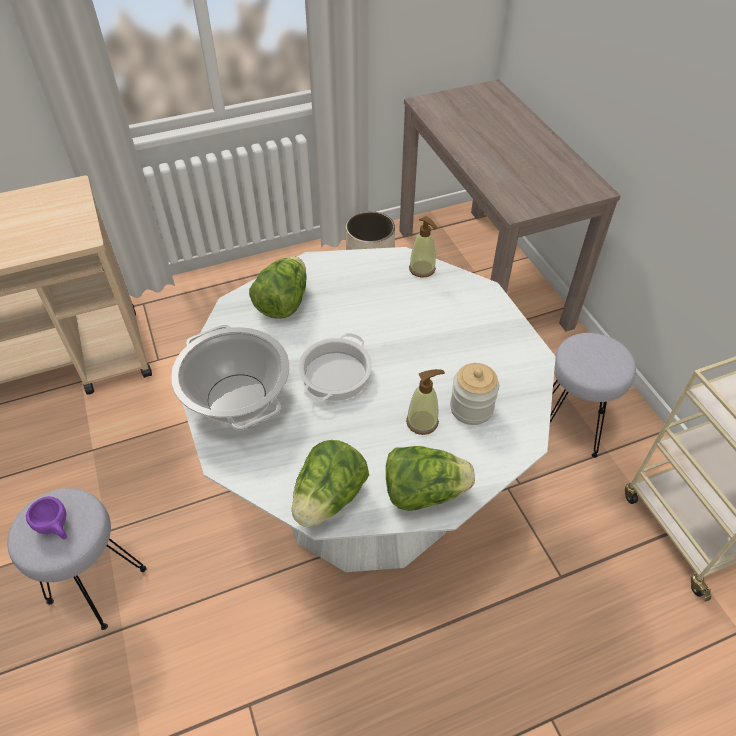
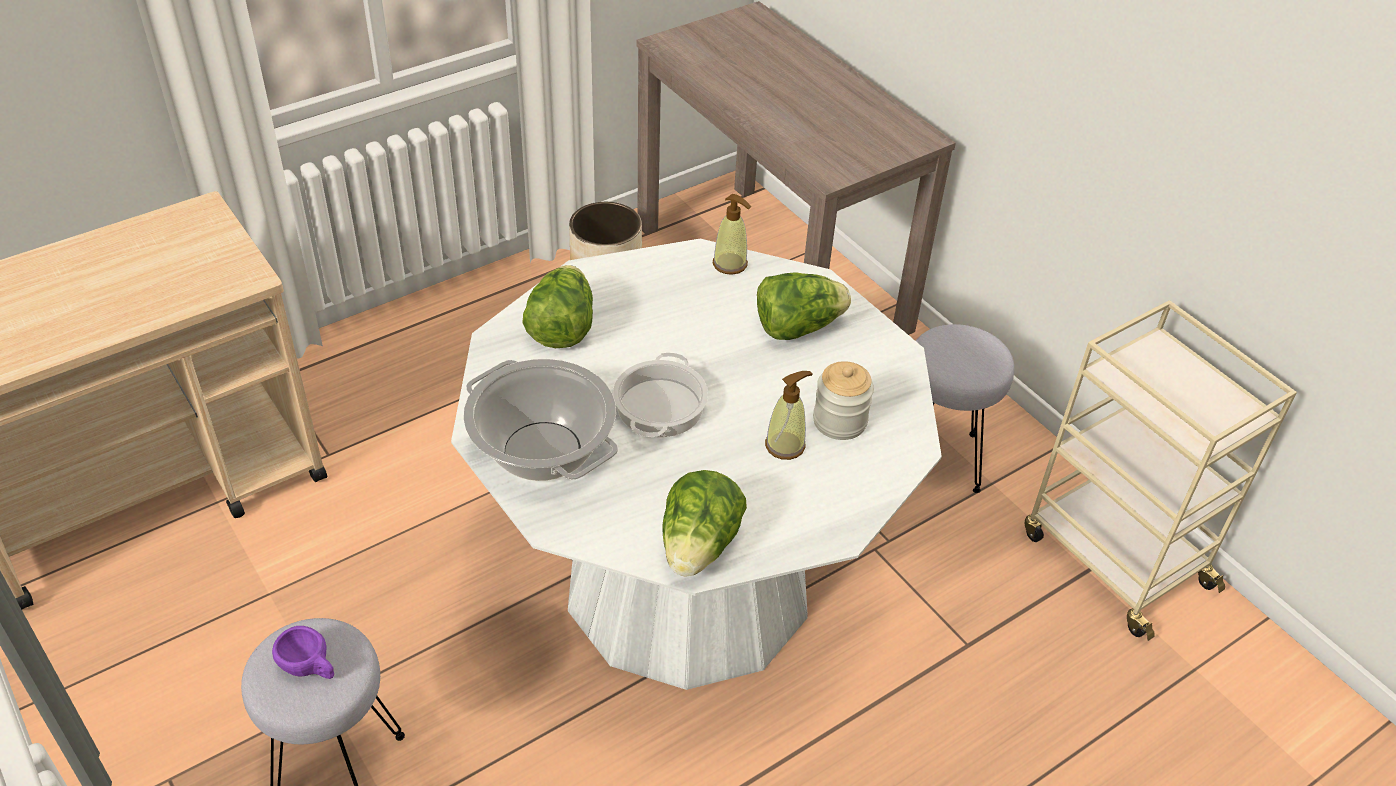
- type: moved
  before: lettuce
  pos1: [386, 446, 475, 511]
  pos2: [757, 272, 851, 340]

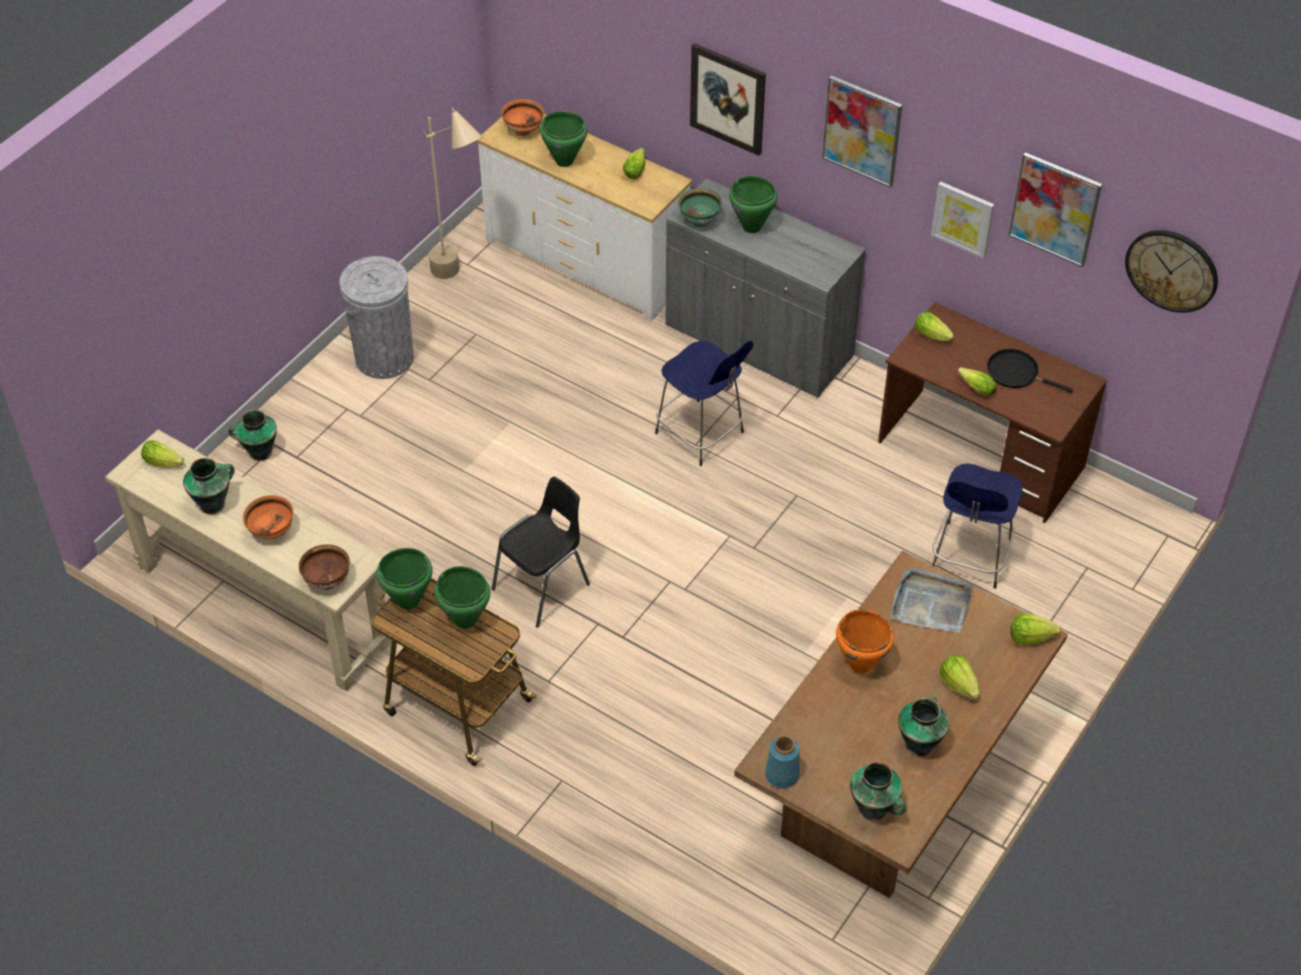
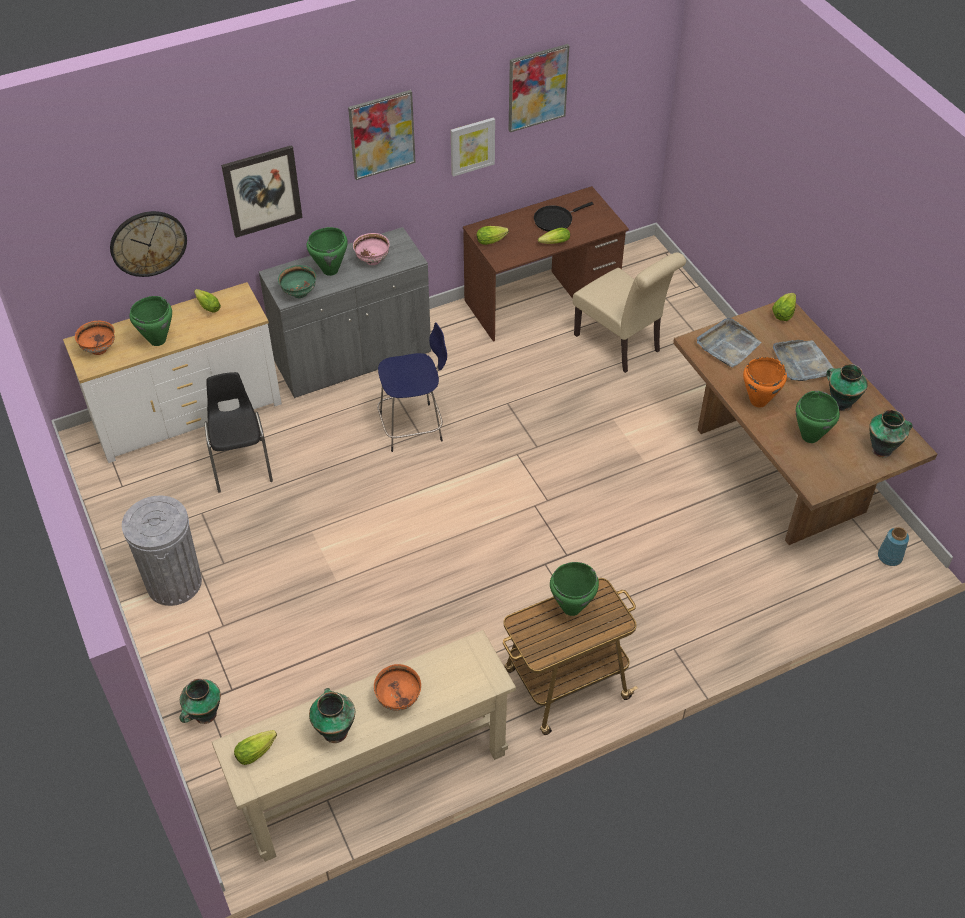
- type: removed
  before: beige floor lamp
  pos1: [423, 108, 481, 279]
- type: moved
  before: wall clock
  pos1: [1125, 230, 1218, 313]
  pos2: [110, 211, 187, 277]
- type: replaced
  before: blue-coloured stool
  after: beige plain chair
  pos1: [932, 464, 1022, 589]
  pos2: [573, 252, 686, 373]
- type: moved
  before: black plain chair
  pos1: [492, 477, 590, 628]
  pos2: [204, 372, 273, 493]
- type: removed
  before: brown serving bowl
  pos1: [299, 545, 350, 590]
- type: moved
  before: greenish saucepot
  pos1: [376, 548, 432, 610]
  pos2: [796, 391, 840, 443]
- type: replaced
  before: lettuce
  after: greyish tray
  pos1: [939, 655, 980, 700]
  pos2: [773, 340, 834, 381]
- type: moved
  before: blue-coloured vase
  pos1: [765, 736, 800, 788]
  pos2: [878, 527, 909, 566]
- type: added
  after: pink serving bowl
  pos2: [353, 233, 390, 265]

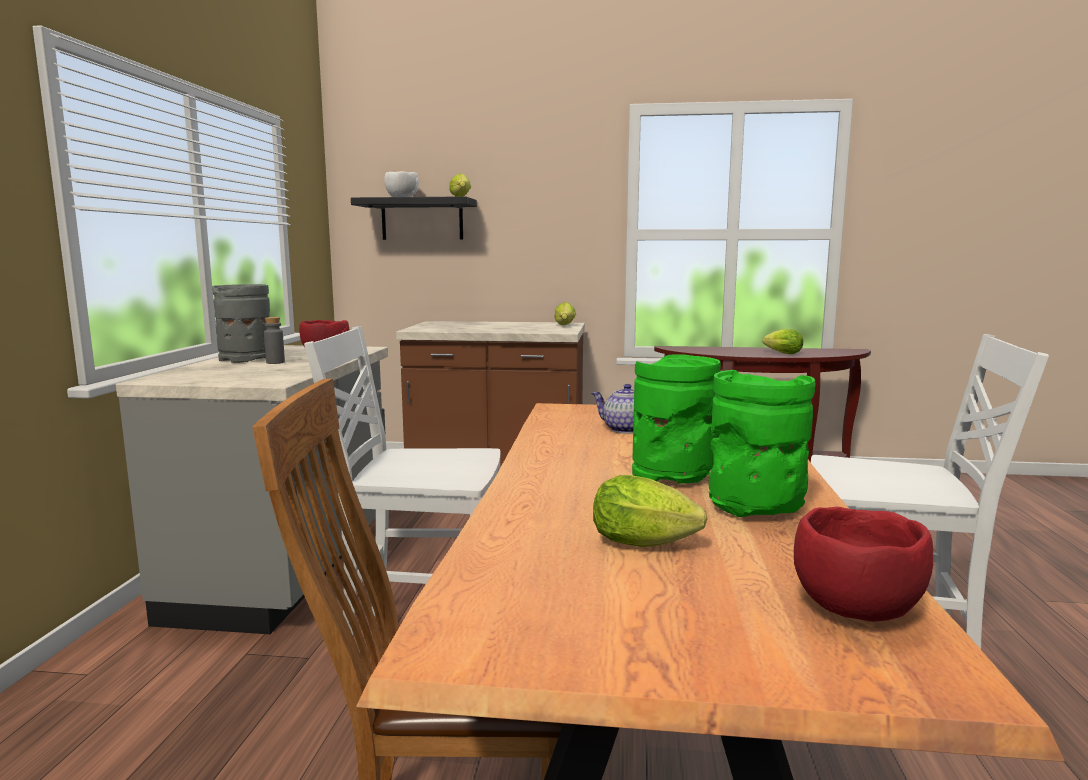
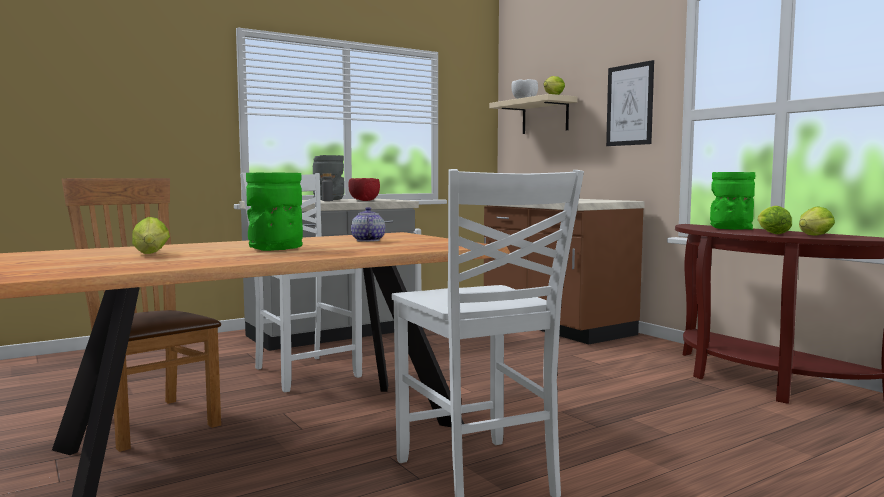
- type: recoloured
  before: black bracket shelf
  after: beige bracket shelf
  pos1: [351, 196, 477, 240]
  pos2: [489, 94, 578, 134]
- type: moved
  before: lettuce
  pos1: [554, 302, 576, 325]
  pos2: [799, 206, 835, 236]
- type: moved
  before: greenish vase
  pos1: [709, 370, 815, 517]
  pos2: [710, 172, 755, 230]
- type: removed
  before: reddish serving bowl
  pos1: [794, 507, 933, 622]
- type: added
  after: wall art
  pos2: [606, 60, 654, 146]

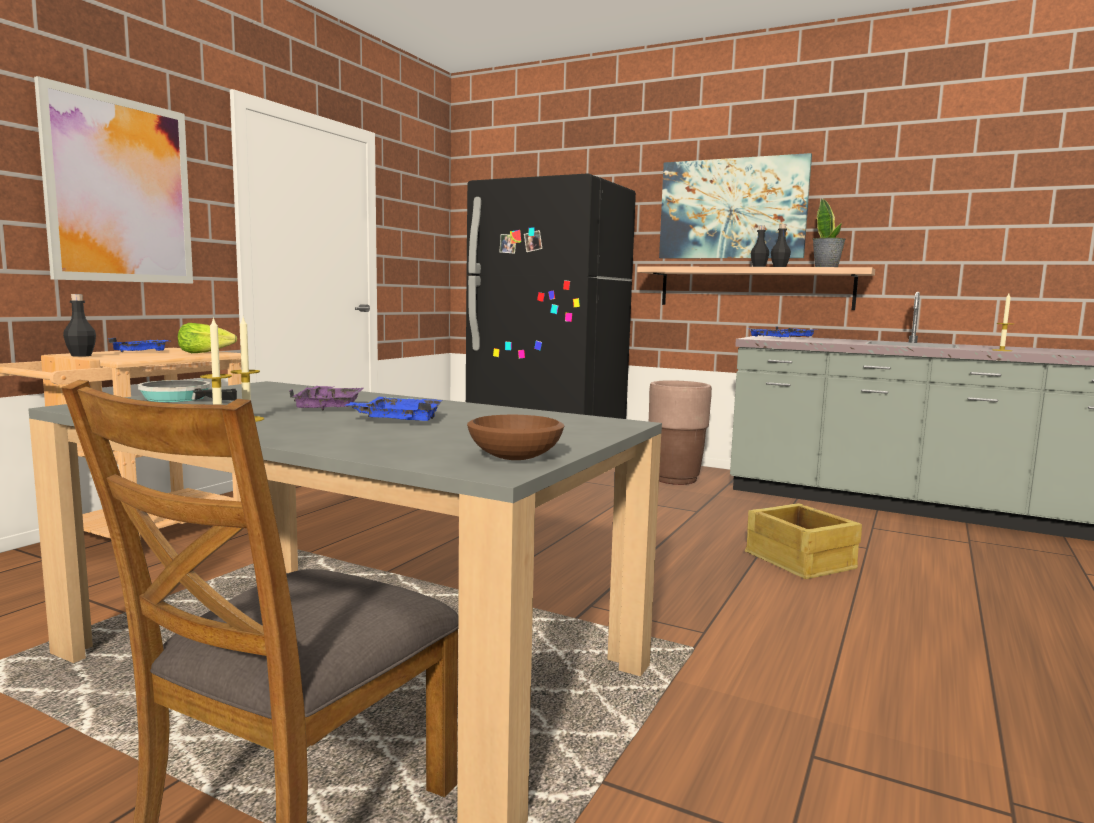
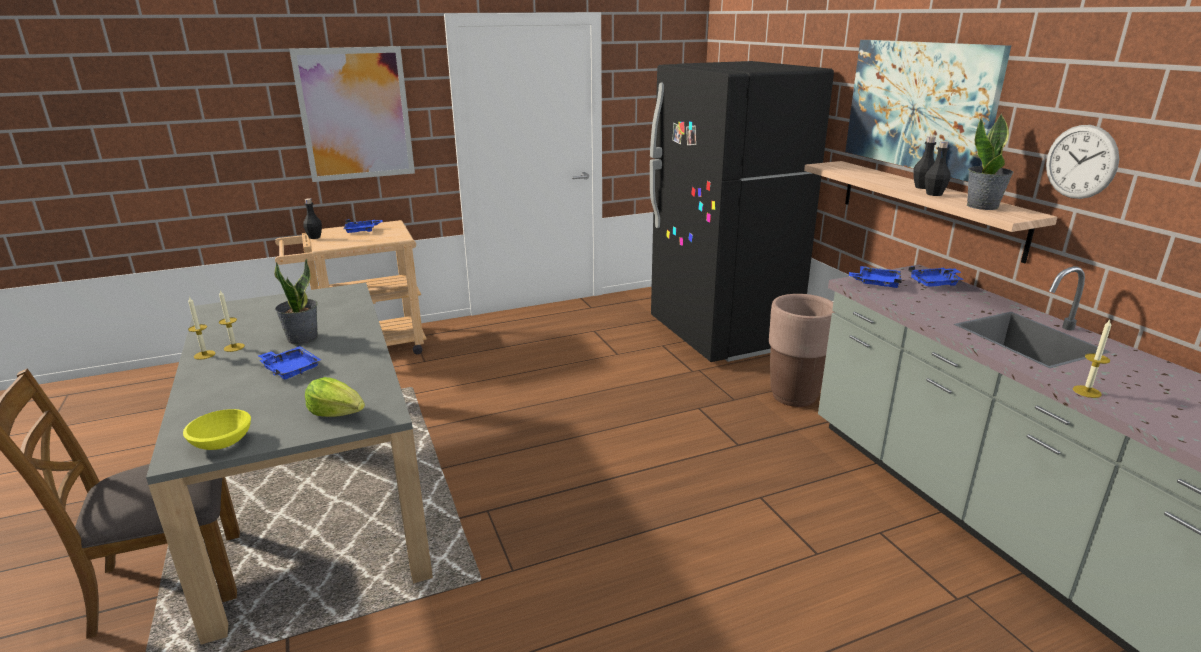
- type: moved
  before: lettuce
  pos1: [178, 323, 237, 353]
  pos2: [305, 377, 365, 417]
- type: removed
  before: skillet
  pos1: [138, 380, 237, 402]
- type: replaced
  before: purplish tray
  after: plant in a pot
  pos1: [289, 386, 364, 410]
  pos2: [274, 259, 318, 345]
- type: recoloured
  before: brown serving bowl
  after: yellowish serving bowl
  pos1: [467, 415, 564, 460]
  pos2: [183, 409, 251, 450]
- type: removed
  before: shipping crate
  pos1: [745, 503, 862, 579]
- type: added
  after: wall clock
  pos2: [1046, 125, 1119, 199]

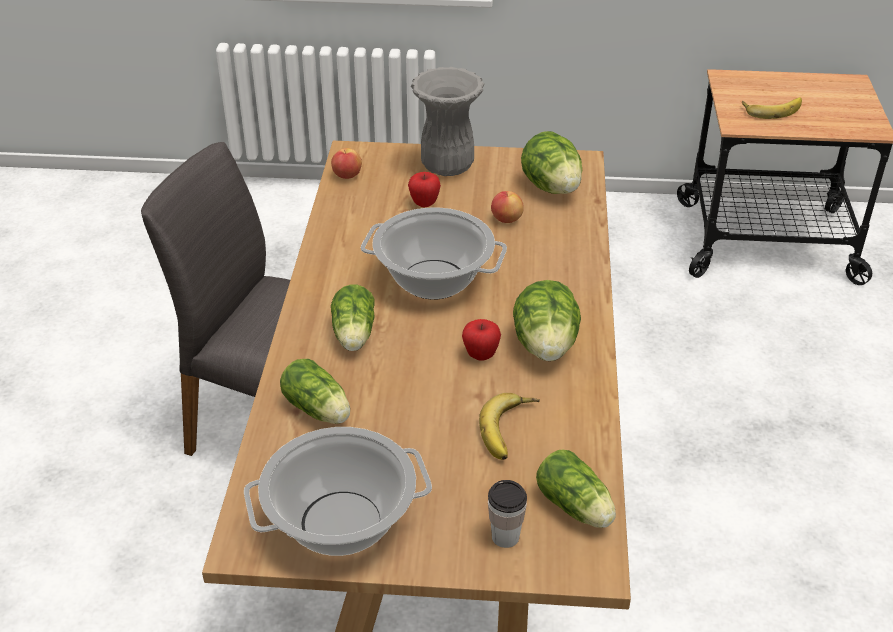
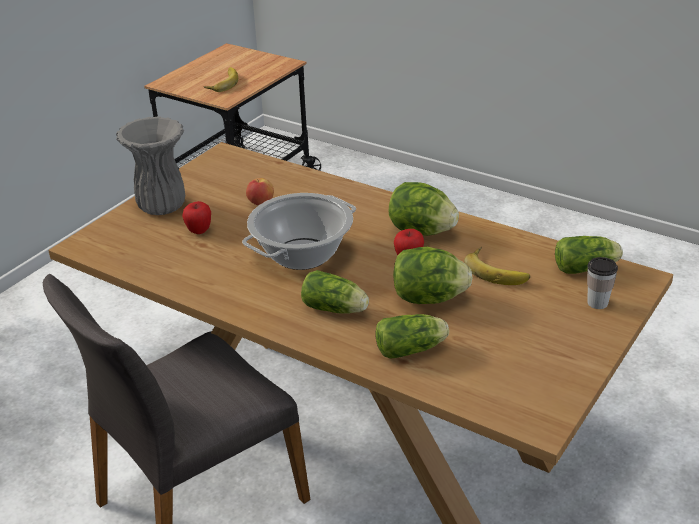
- type: moved
  before: lettuce
  pos1: [521, 131, 582, 194]
  pos2: [393, 247, 473, 304]
- type: removed
  before: apple fruit
  pos1: [331, 148, 362, 179]
- type: removed
  before: saucepot
  pos1: [244, 427, 432, 556]

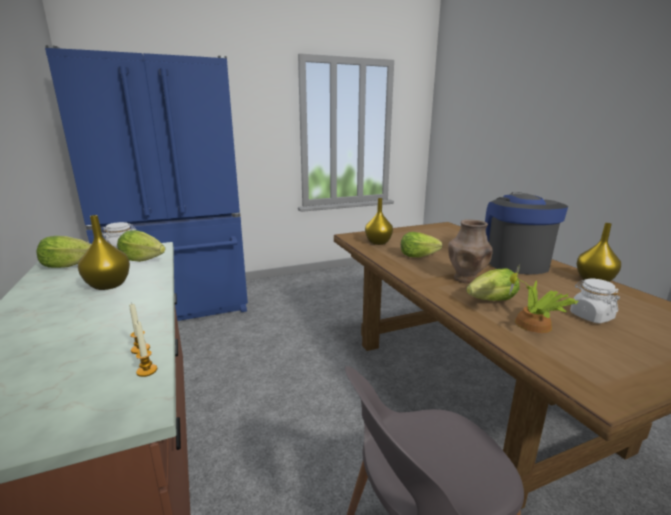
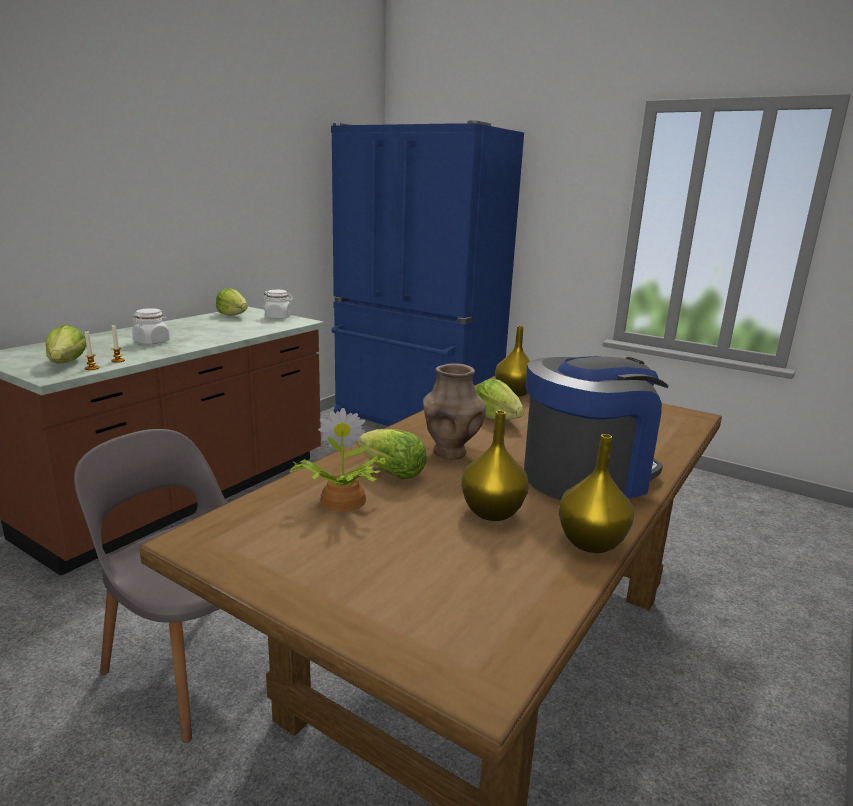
- type: moved
  before: yellowish vase
  pos1: [78, 215, 130, 290]
  pos2: [462, 411, 529, 521]
- type: moved
  before: lettuce
  pos1: [117, 230, 165, 262]
  pos2: [46, 325, 86, 364]
- type: moved
  before: white jar
  pos1: [570, 279, 620, 324]
  pos2: [132, 308, 170, 344]

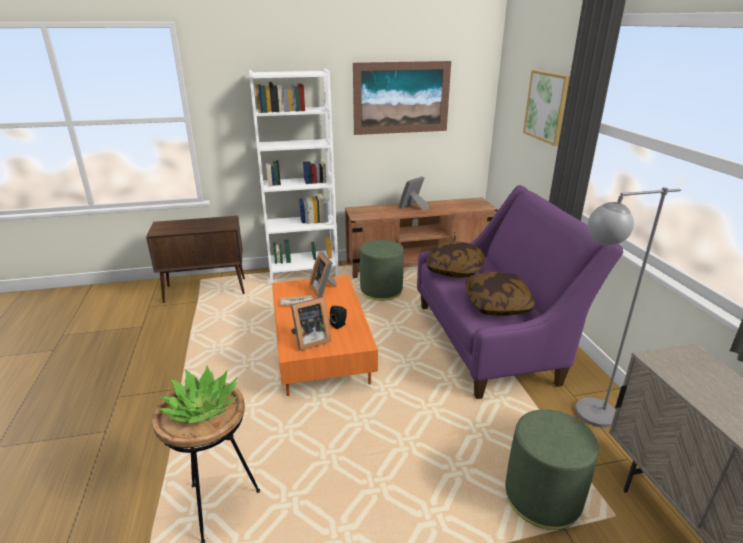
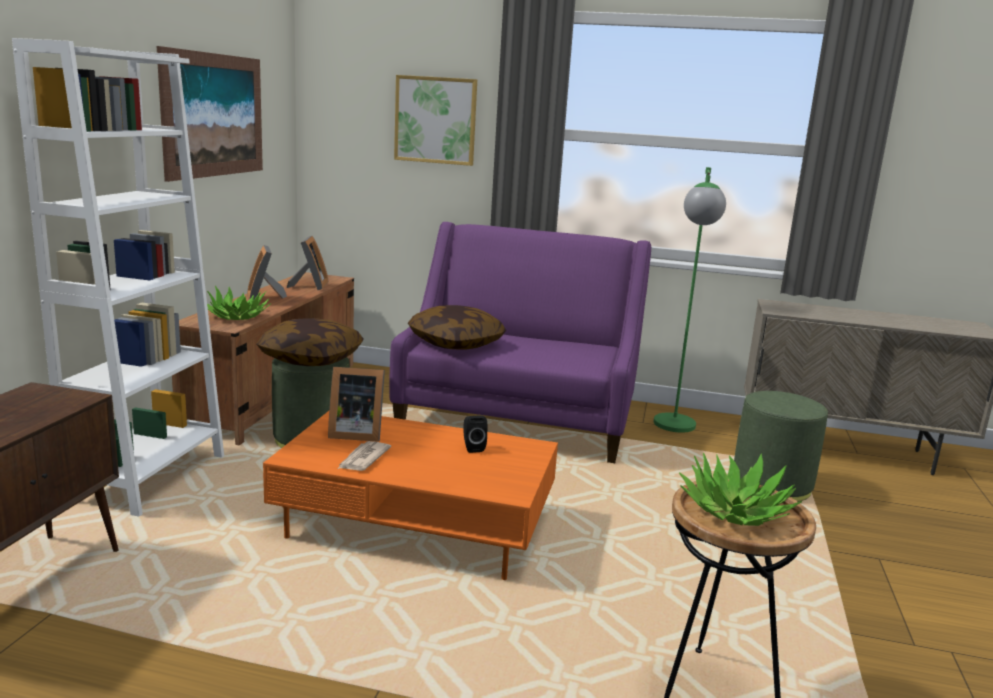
- type: recoloured
  before: greyish floor lamp
  after: greenish floor lamp
  pos1: [575, 187, 681, 428]
  pos2: [653, 167, 726, 433]
- type: moved
  before: pillow
  pos1: [465, 272, 536, 316]
  pos2: [256, 318, 364, 366]
- type: moved
  before: picture frame
  pos1: [291, 297, 331, 351]
  pos2: [287, 236, 328, 290]
- type: added
  after: plant in a pot
  pos2: [207, 286, 271, 320]

